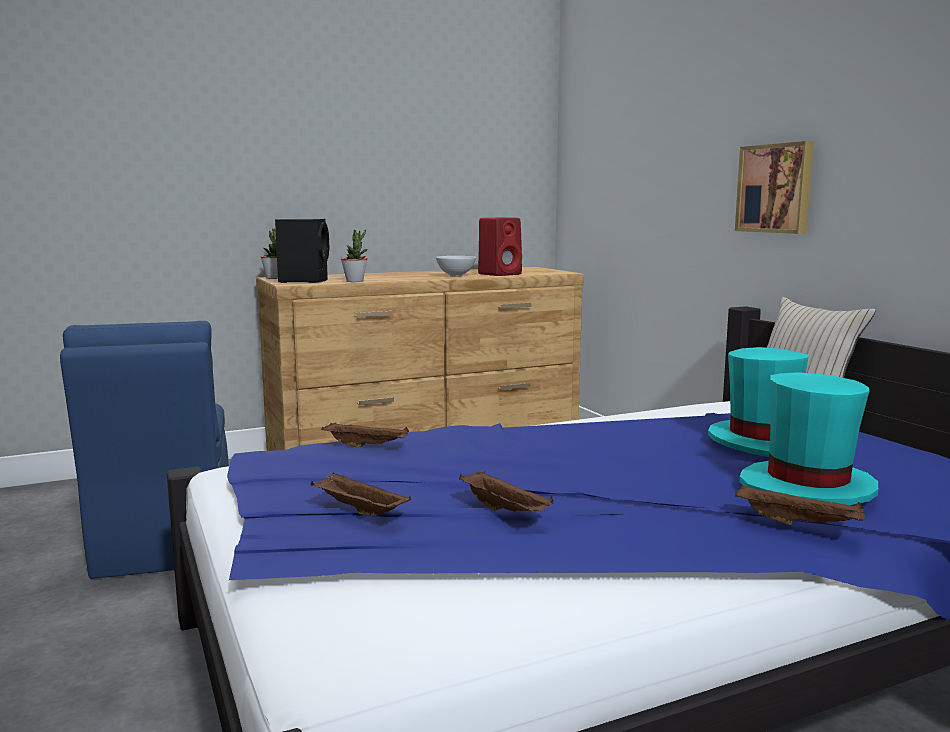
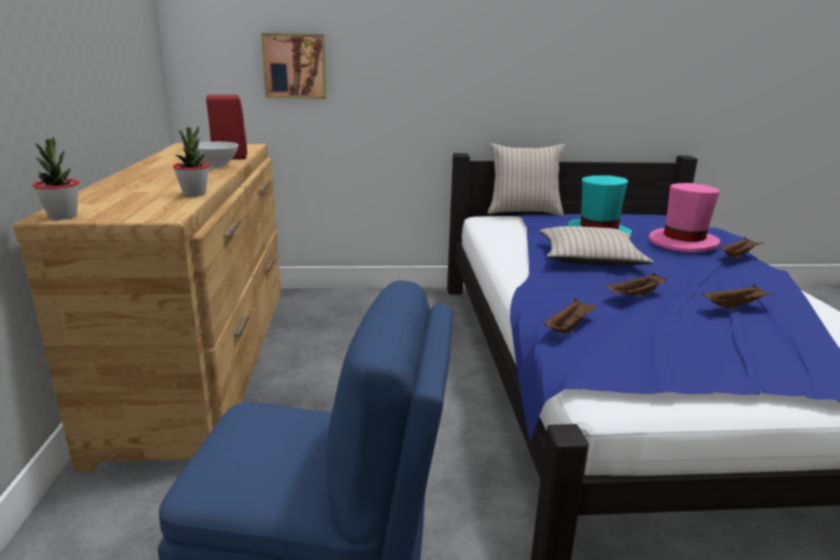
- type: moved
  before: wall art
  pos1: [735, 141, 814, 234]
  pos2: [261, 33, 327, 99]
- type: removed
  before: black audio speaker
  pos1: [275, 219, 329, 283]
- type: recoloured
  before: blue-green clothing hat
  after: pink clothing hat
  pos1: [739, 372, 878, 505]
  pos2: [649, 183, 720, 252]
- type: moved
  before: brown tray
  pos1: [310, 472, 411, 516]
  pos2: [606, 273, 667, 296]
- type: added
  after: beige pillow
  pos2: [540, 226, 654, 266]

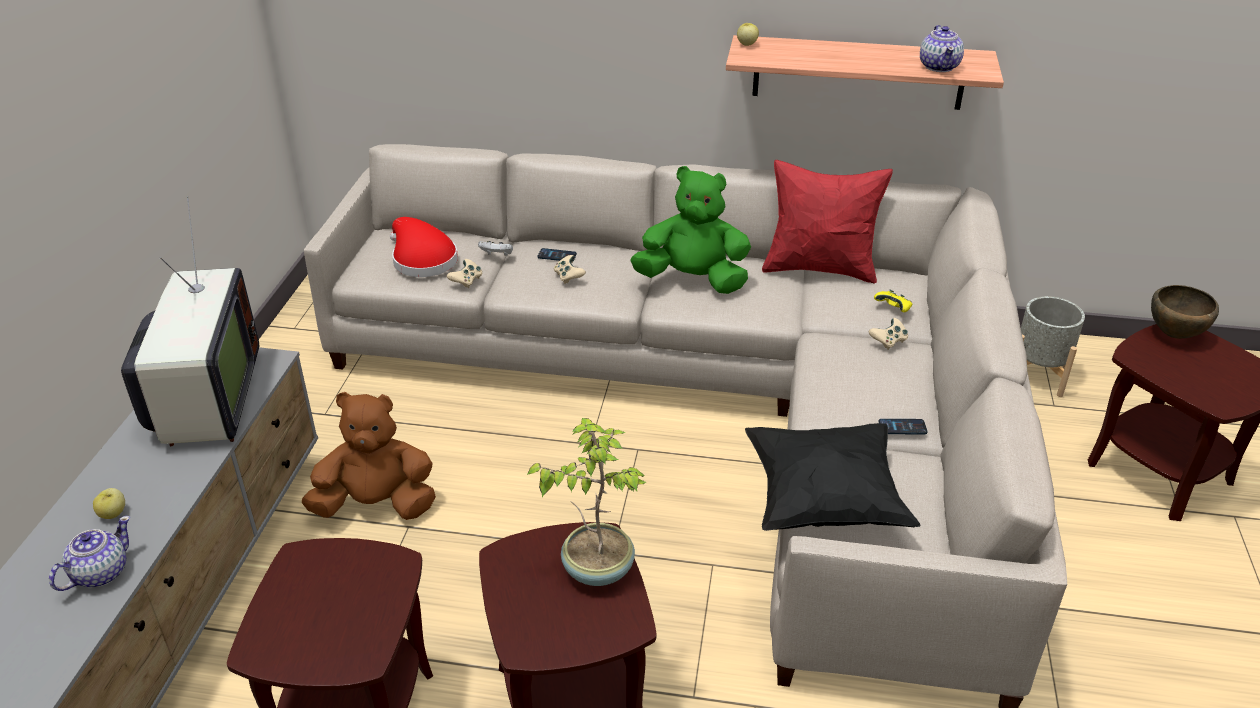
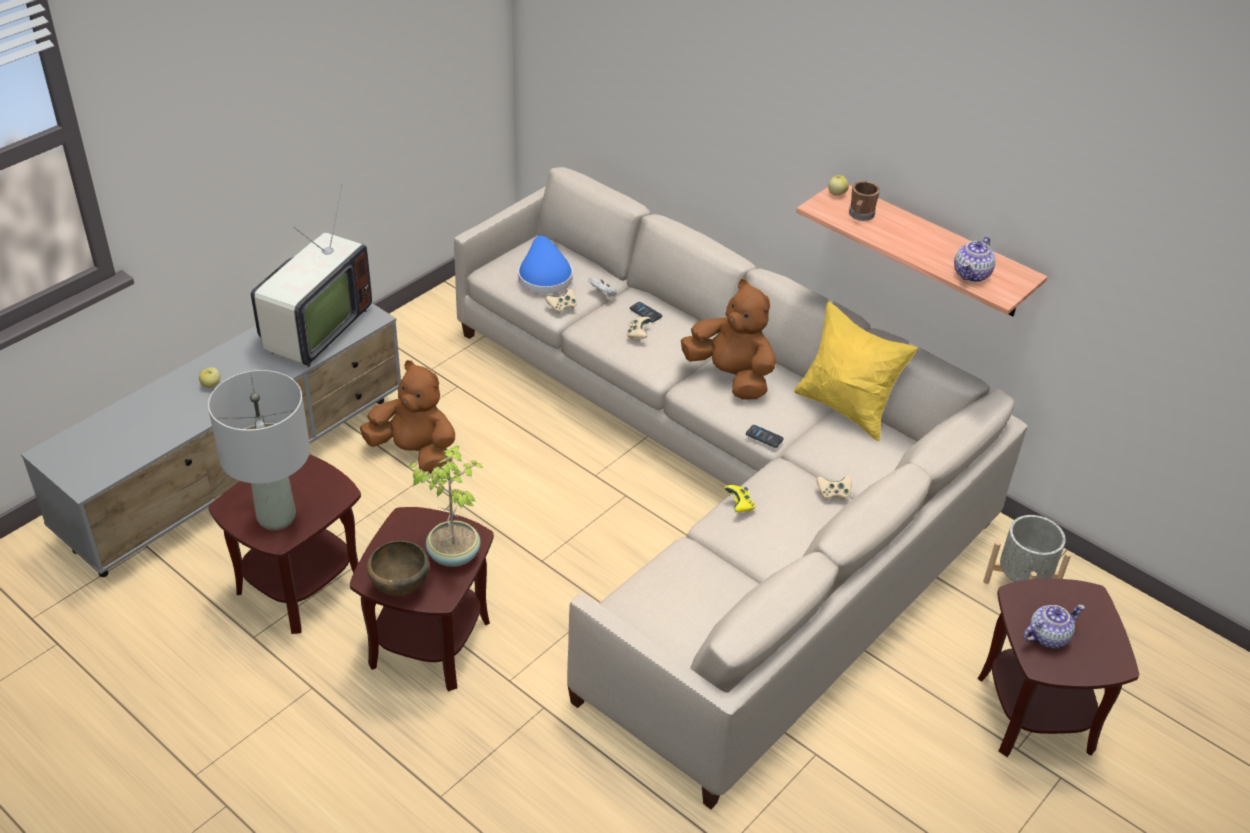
- type: recoloured
  before: reddish pillow
  after: yellowish pillow
  pos1: [762, 160, 893, 284]
  pos2: [794, 301, 917, 441]
- type: recoloured
  before: greenish plush toy
  after: brown plush toy
  pos1: [630, 166, 751, 294]
  pos2: [681, 279, 776, 400]
- type: recoloured
  before: reddish clothing hat
  after: blue-coloured clothing hat
  pos1: [390, 217, 458, 277]
  pos2: [518, 236, 573, 294]
- type: moved
  before: brown serving bowl
  pos1: [1151, 285, 1219, 339]
  pos2: [367, 541, 429, 596]
- type: moved
  before: yellowish joypad
  pos1: [874, 290, 912, 312]
  pos2: [725, 485, 755, 512]
- type: moved
  before: telephone
  pos1: [878, 419, 927, 434]
  pos2: [746, 425, 784, 448]
- type: removed
  before: black pillow
  pos1: [745, 423, 921, 531]
- type: moved
  before: tea pot
  pos1: [49, 516, 130, 591]
  pos2: [1023, 604, 1085, 648]
- type: added
  after: brown tea mug
  pos2: [849, 181, 880, 221]
- type: added
  after: greyish tabletop lamp
  pos2: [208, 370, 310, 530]

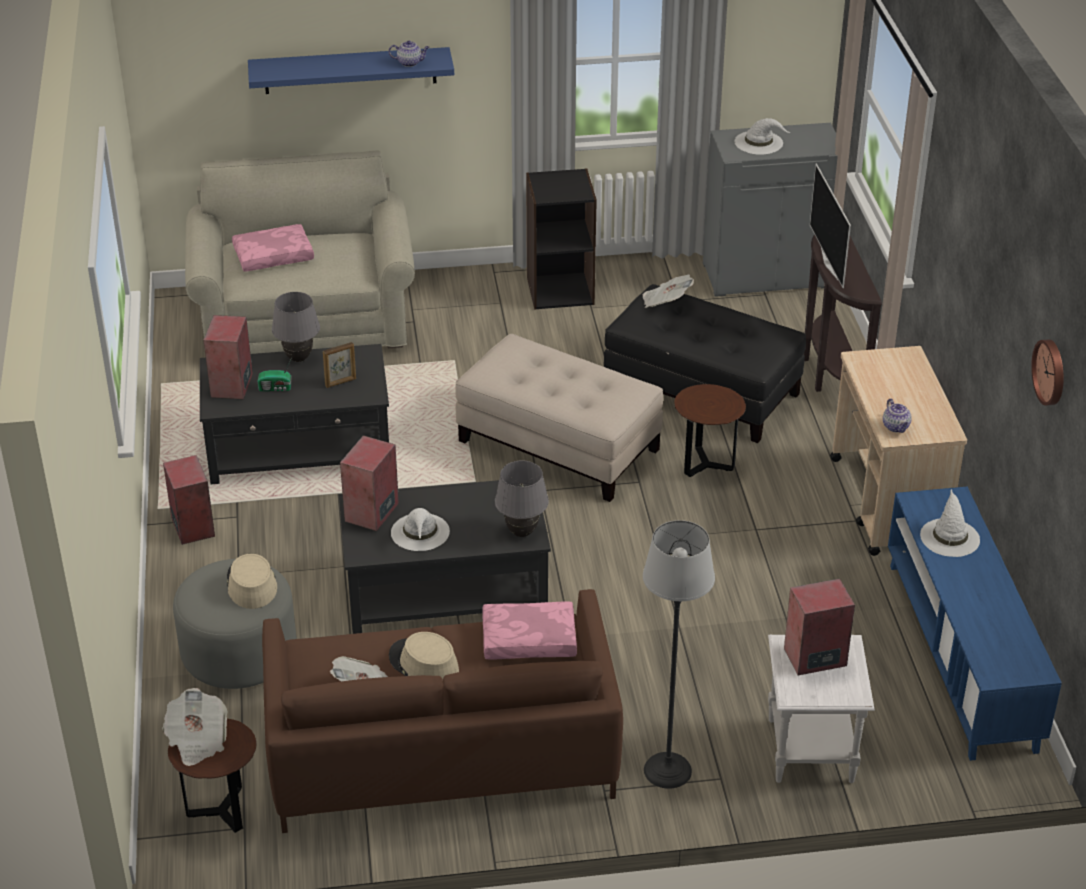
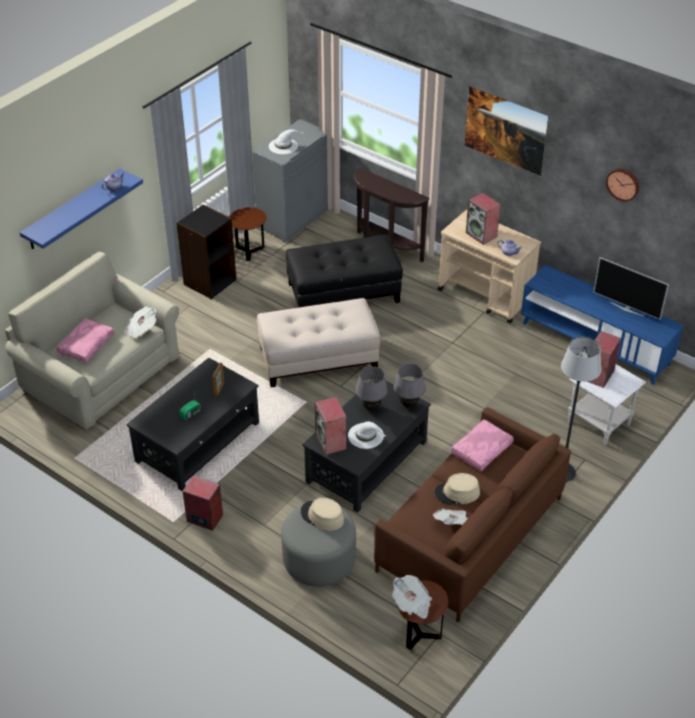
- type: moved
  before: TV
  pos1: [810, 164, 851, 288]
  pos2: [593, 257, 669, 320]
- type: moved
  before: daily paper
  pos1: [643, 274, 694, 308]
  pos2: [123, 306, 157, 339]
- type: moved
  before: greyish tabletop lamp
  pos1: [272, 292, 320, 362]
  pos2: [356, 366, 388, 411]
- type: moved
  before: audio speaker
  pos1: [203, 315, 253, 399]
  pos2: [466, 193, 501, 245]
- type: moved
  before: brown side table
  pos1: [674, 384, 746, 477]
  pos2: [229, 208, 267, 261]
- type: removed
  before: white clothing hat
  pos1: [920, 489, 980, 557]
- type: added
  after: wall art
  pos2: [465, 86, 548, 176]

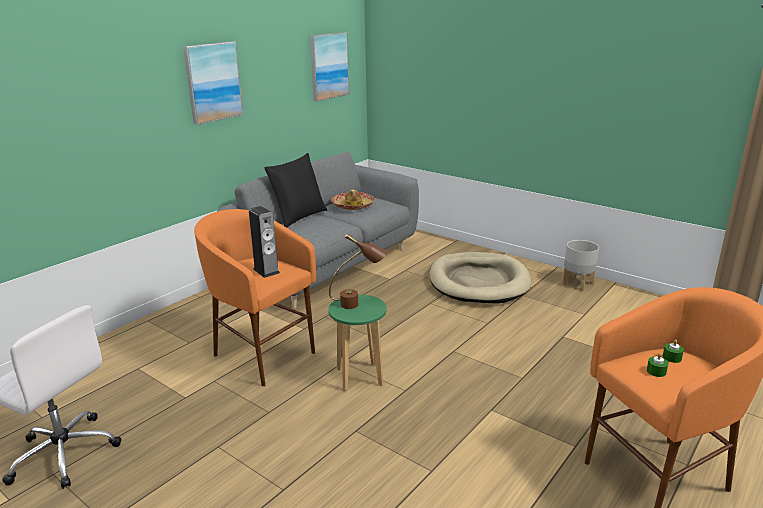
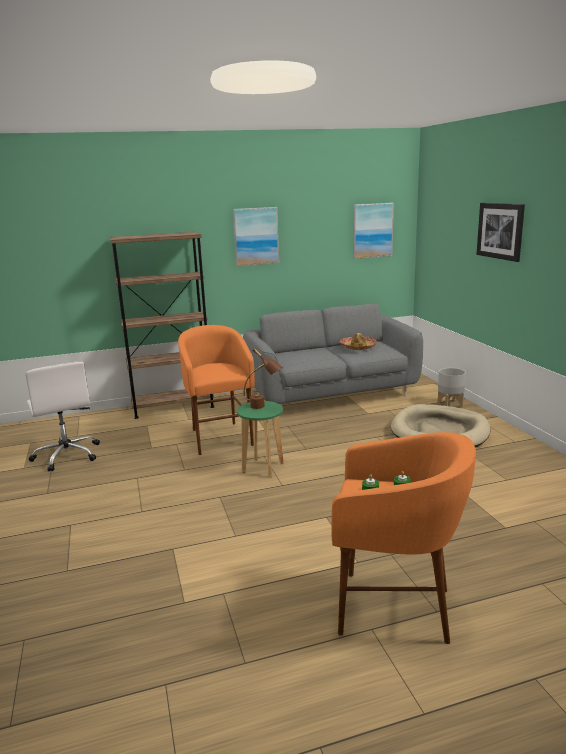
- type: removed
  before: black pillow
  pos1: [264, 153, 327, 228]
- type: removed
  before: audio speaker
  pos1: [249, 206, 280, 278]
- type: moved
  before: greyish flower pot
  pos1: [562, 240, 599, 291]
  pos2: [438, 368, 466, 407]
- type: added
  after: wall art
  pos2: [476, 203, 525, 262]
- type: added
  after: brown shelving unit
  pos2: [110, 232, 215, 419]

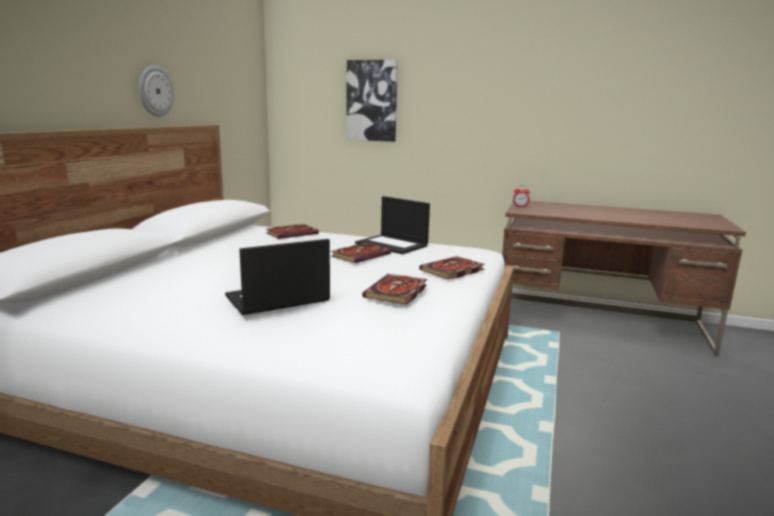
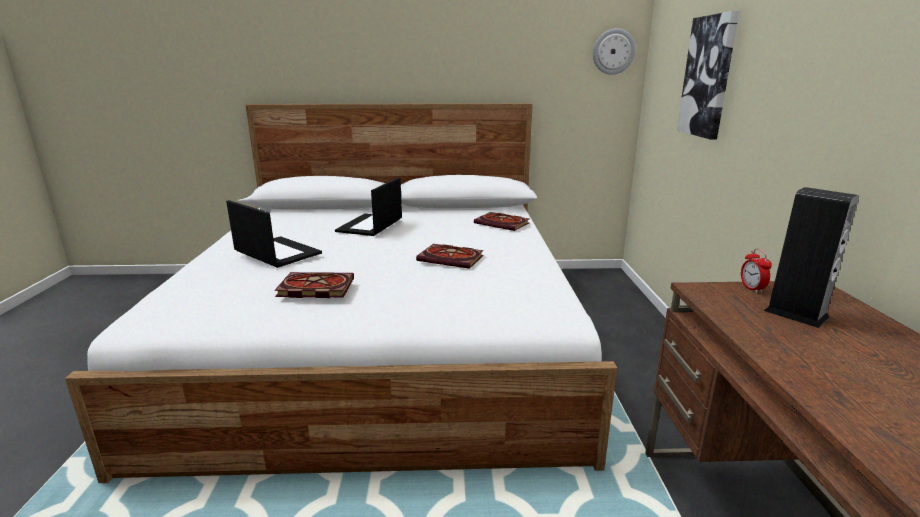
- type: moved
  before: wall clock
  pos1: [139, 66, 174, 117]
  pos2: [593, 28, 636, 75]
- type: moved
  before: notebook computer
  pos1: [355, 196, 430, 254]
  pos2: [335, 178, 402, 236]
- type: removed
  before: bound book
  pos1: [419, 256, 485, 280]
- type: added
  after: audio speaker
  pos2: [764, 187, 859, 328]

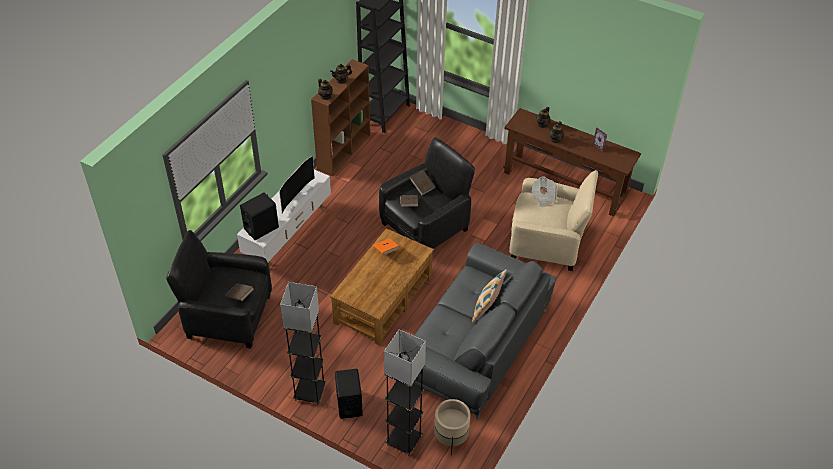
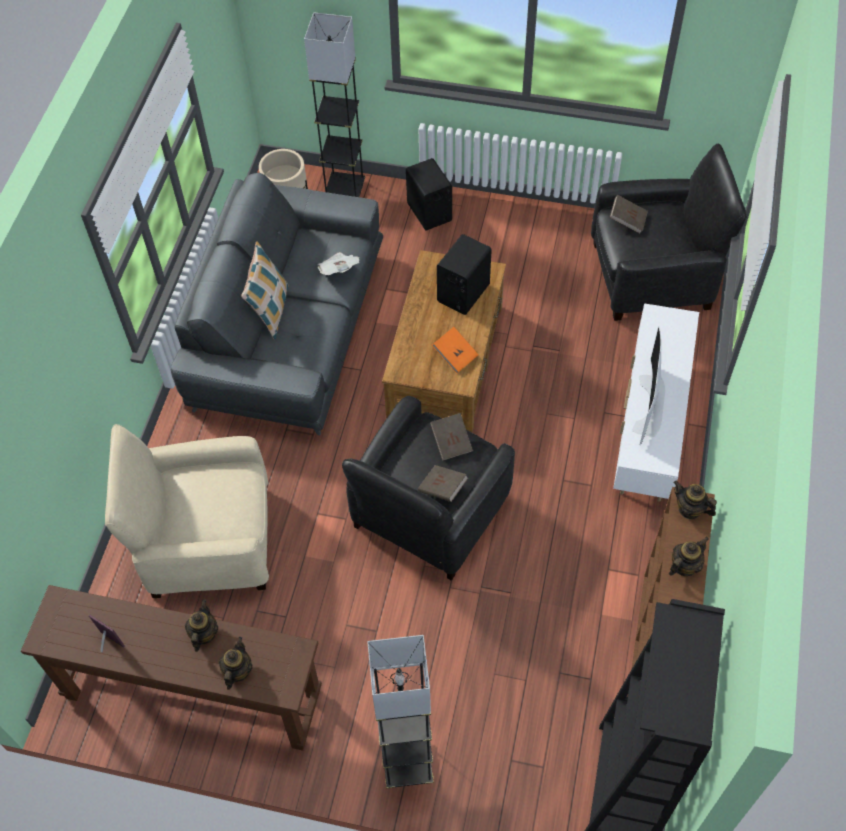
- type: moved
  before: daily paper
  pos1: [531, 176, 557, 207]
  pos2: [318, 252, 359, 275]
- type: moved
  before: black audio speaker
  pos1: [240, 192, 279, 240]
  pos2: [437, 234, 492, 315]
- type: moved
  before: greyish floor lamp
  pos1: [280, 282, 326, 404]
  pos2: [367, 635, 434, 788]

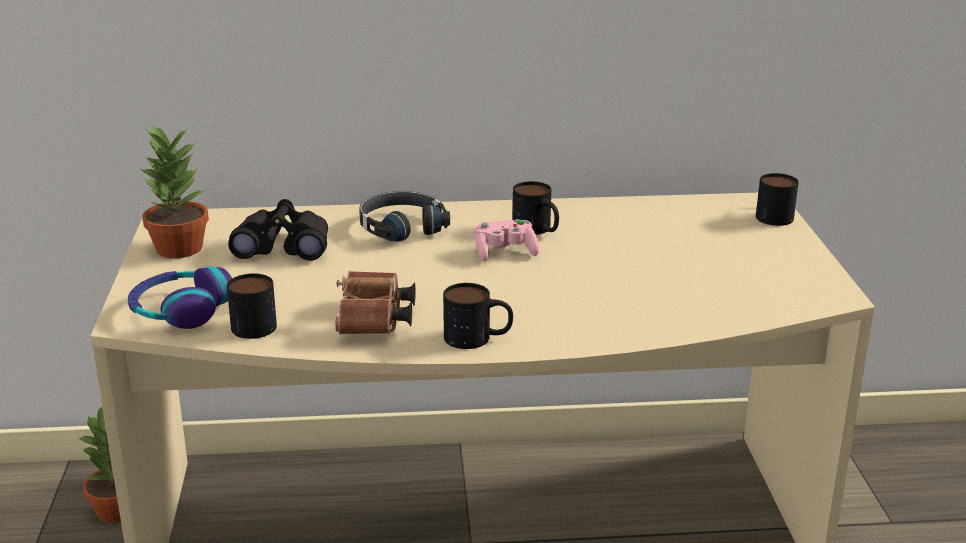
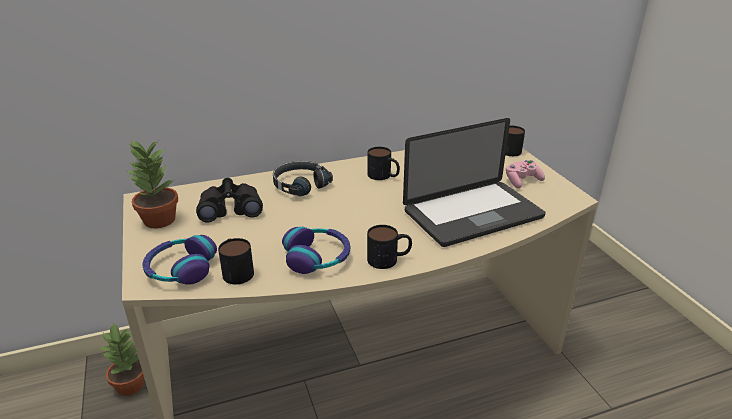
- type: moved
  before: pink joypad
  pos1: [474, 219, 539, 261]
  pos2: [506, 160, 545, 189]
- type: replaced
  before: brown pair of binoculars
  after: pair of headphones
  pos1: [335, 271, 416, 334]
  pos2: [282, 227, 350, 274]
- type: added
  after: notebook computer
  pos2: [403, 118, 546, 247]

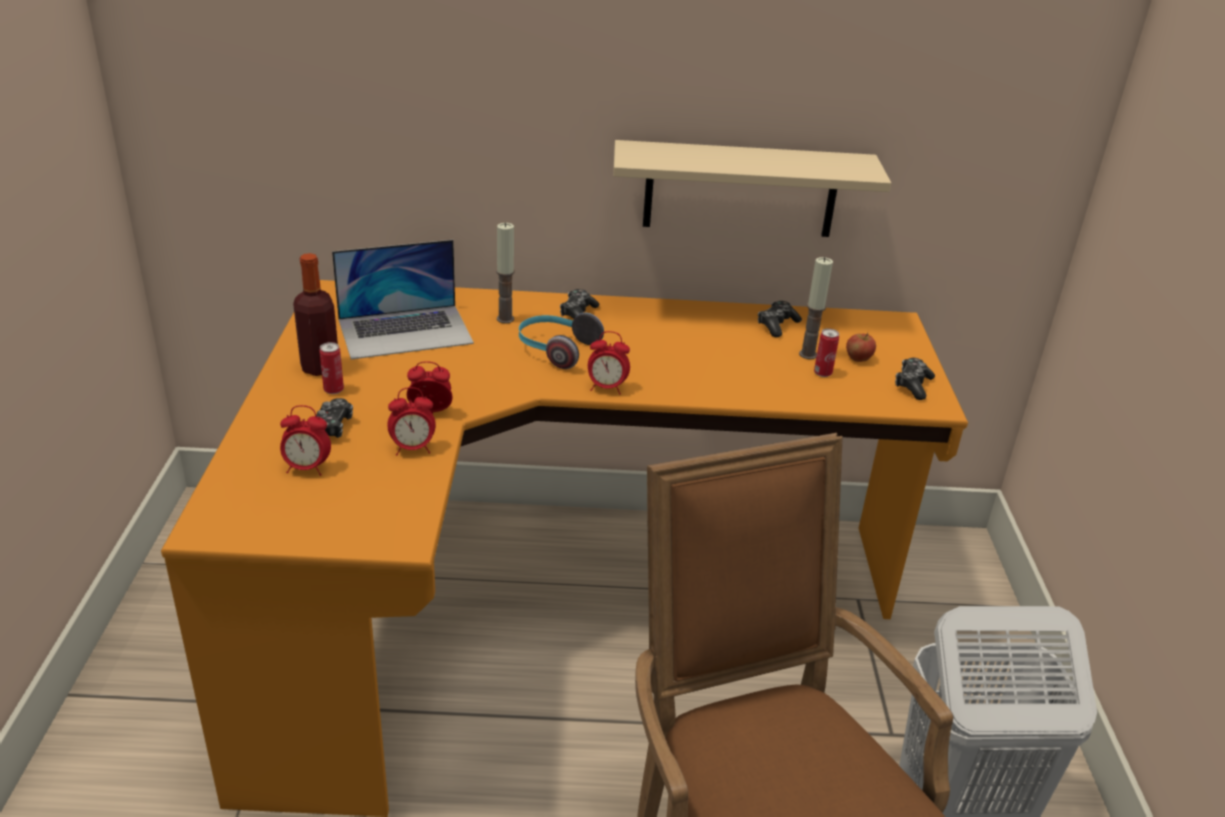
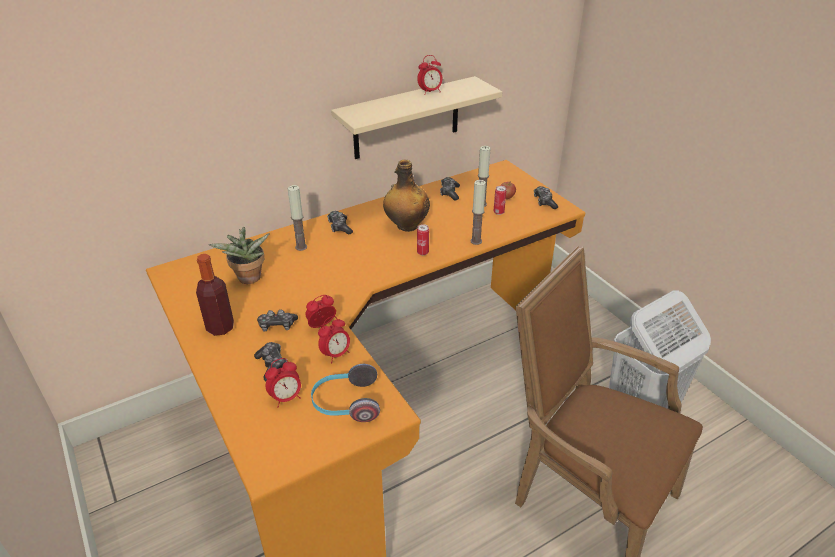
- type: replaced
  before: notebook computer
  after: plant in a pot
  pos1: [332, 240, 474, 359]
  pos2: [209, 227, 270, 284]
- type: moved
  before: pair of headphones
  pos1: [519, 313, 604, 369]
  pos2: [311, 364, 380, 422]
- type: moved
  before: alarm clock
  pos1: [588, 331, 630, 395]
  pos2: [417, 55, 443, 95]
- type: moved
  before: sealed can
  pos1: [319, 342, 344, 394]
  pos2: [417, 224, 429, 255]
- type: added
  after: bottle
  pos2: [383, 160, 430, 232]
- type: added
  after: wax candle
  pos2: [470, 180, 486, 245]
- type: added
  after: joypad
  pos2: [257, 310, 298, 332]

